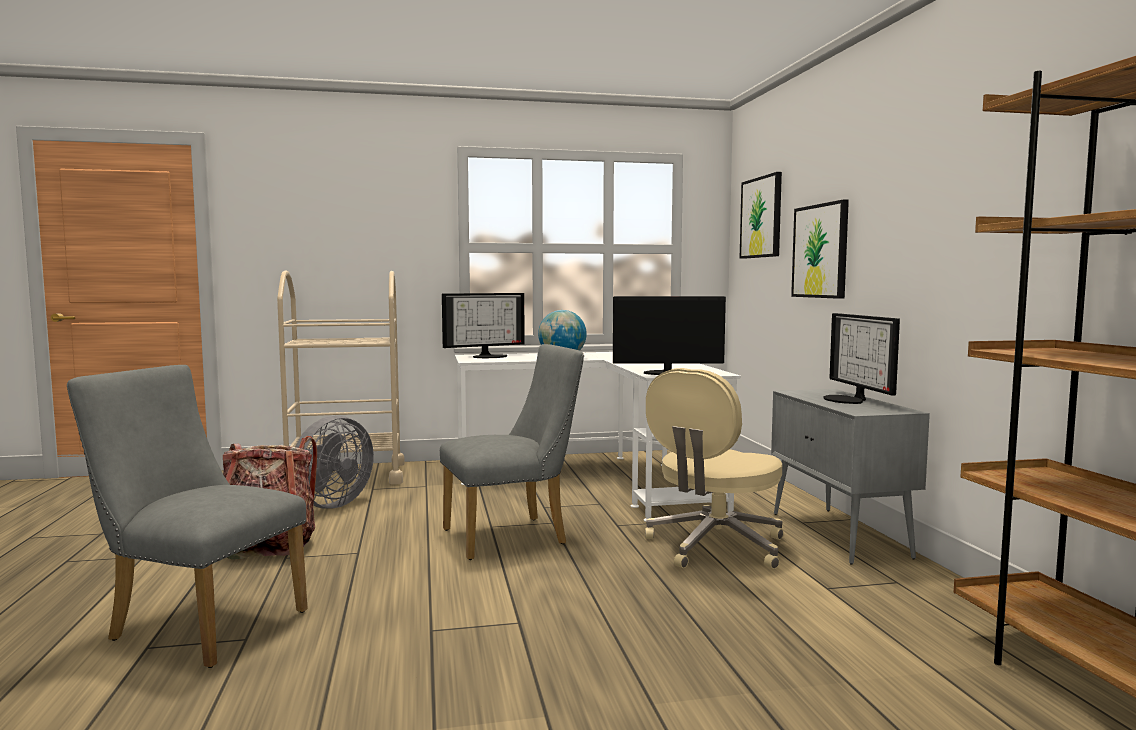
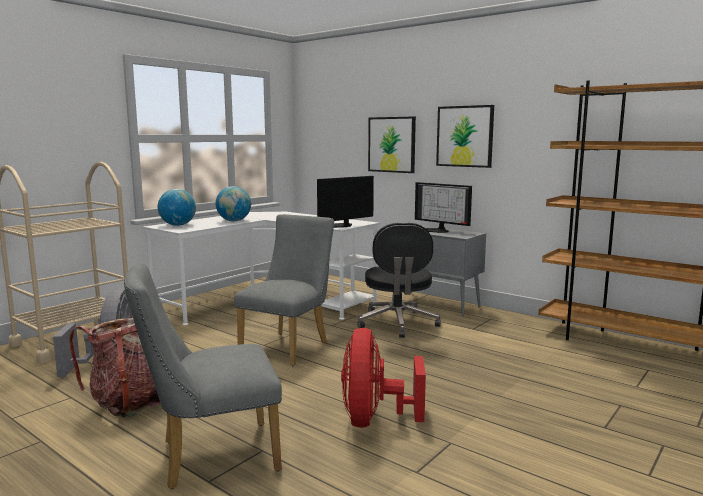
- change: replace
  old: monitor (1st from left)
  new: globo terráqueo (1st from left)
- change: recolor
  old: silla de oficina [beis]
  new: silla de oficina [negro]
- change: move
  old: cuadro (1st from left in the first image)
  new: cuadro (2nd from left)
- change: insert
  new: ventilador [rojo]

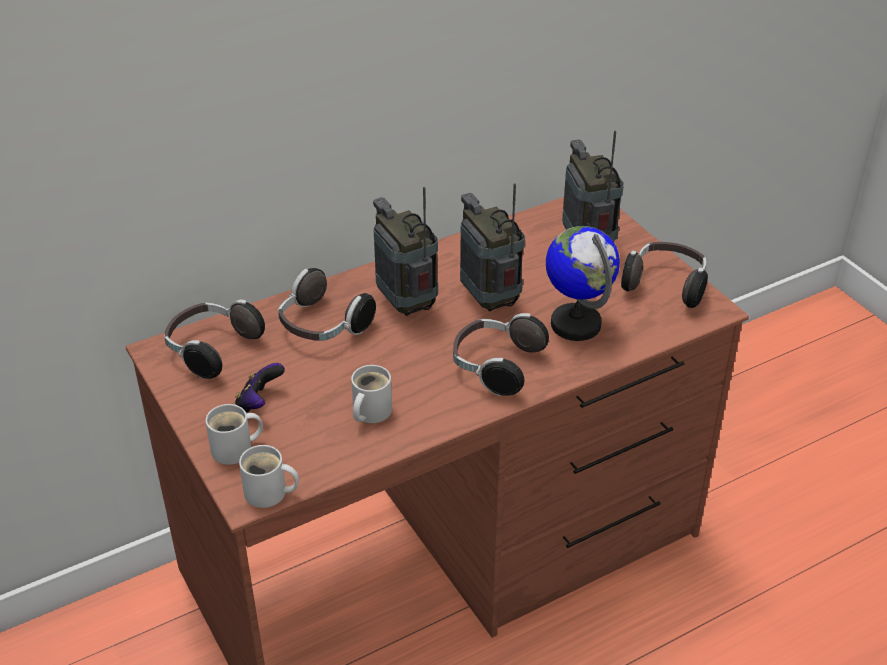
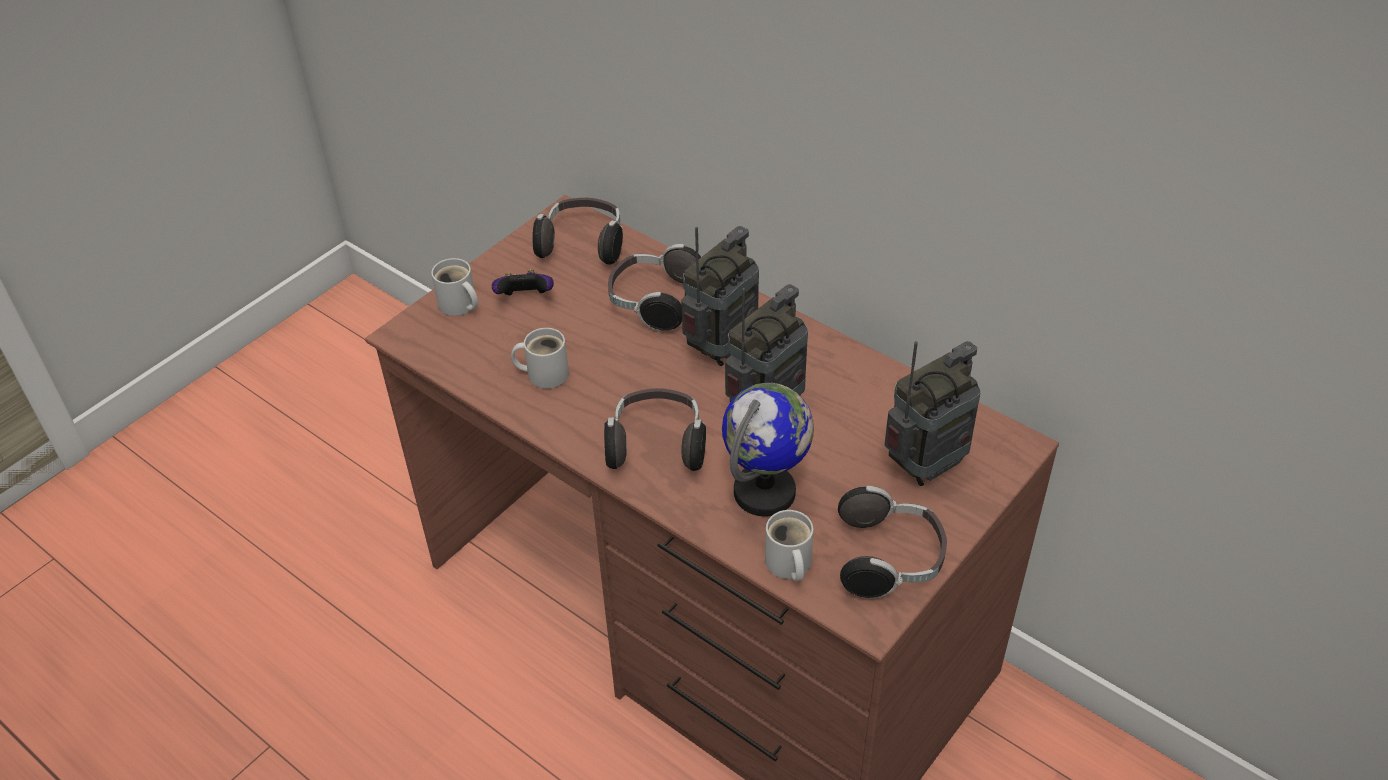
- change: move
  old: taza grande [blanco] (2nd from left in the first image)
  new: taza grande [blanco] (3rd from left)

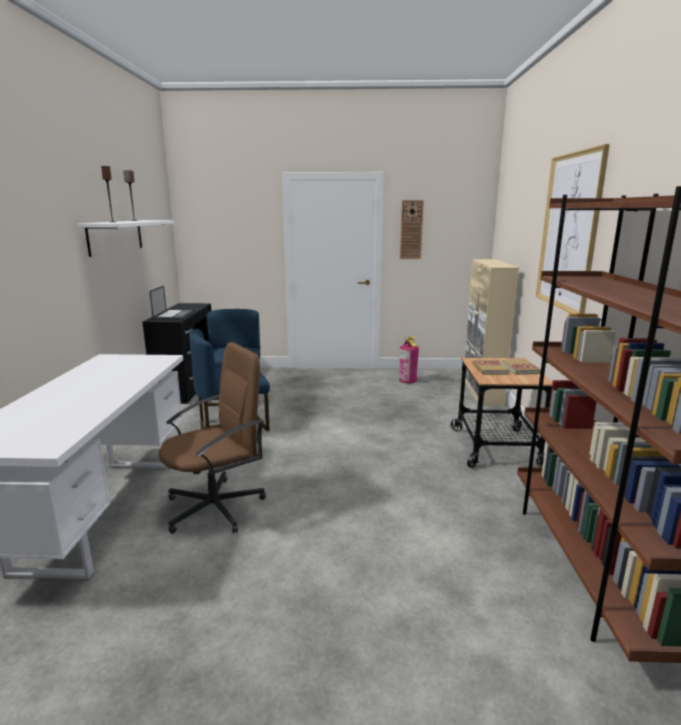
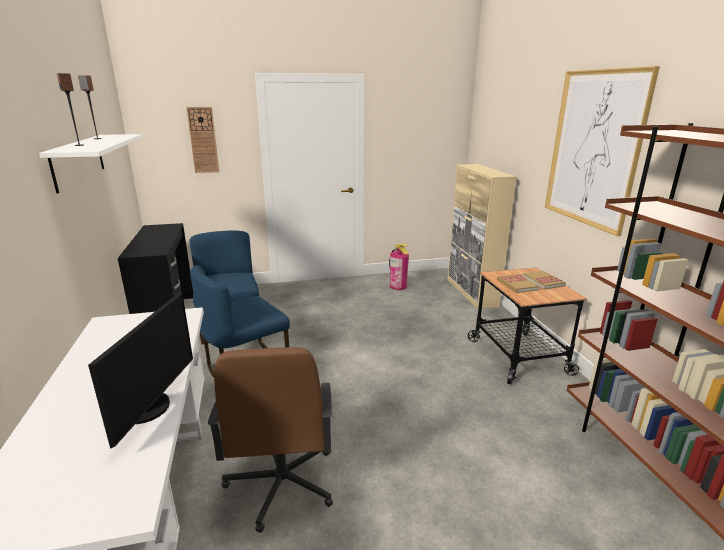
- change: delete
  old: portátil
- change: rotate
  old: silla de oficina [marrón]
  degrees: 135
- change: move
  old: reloj de pared
- change: insert
  new: monitor

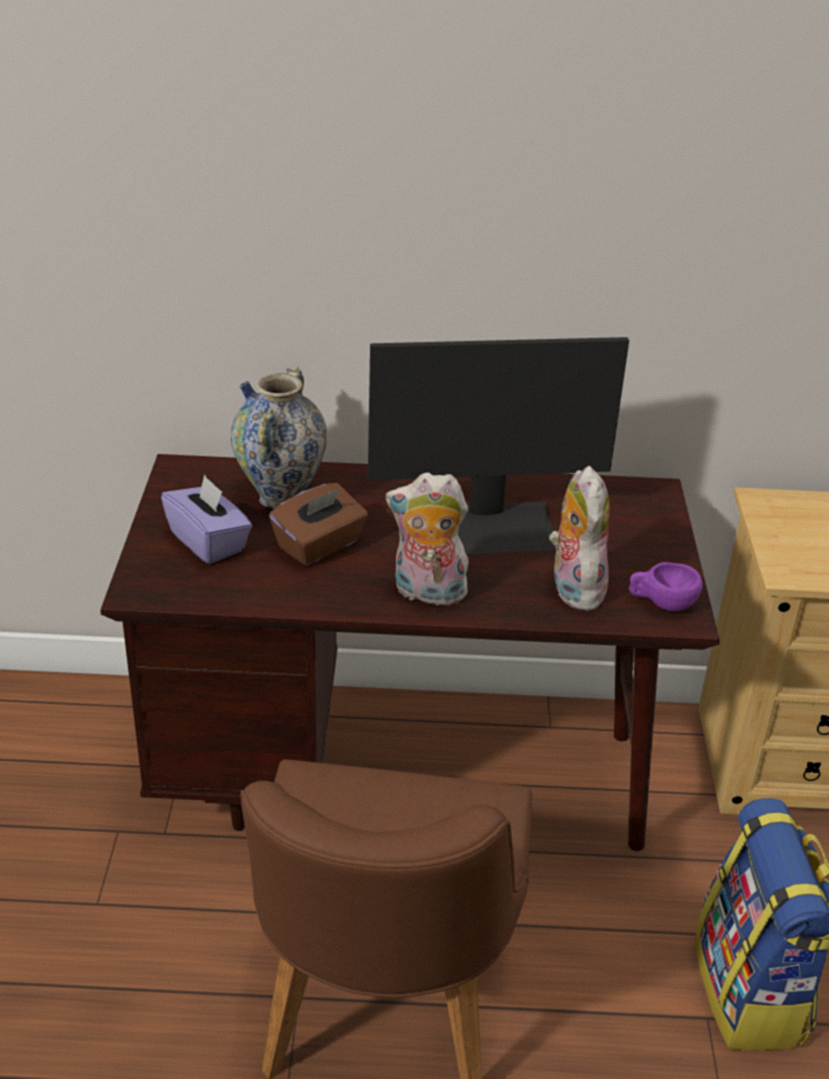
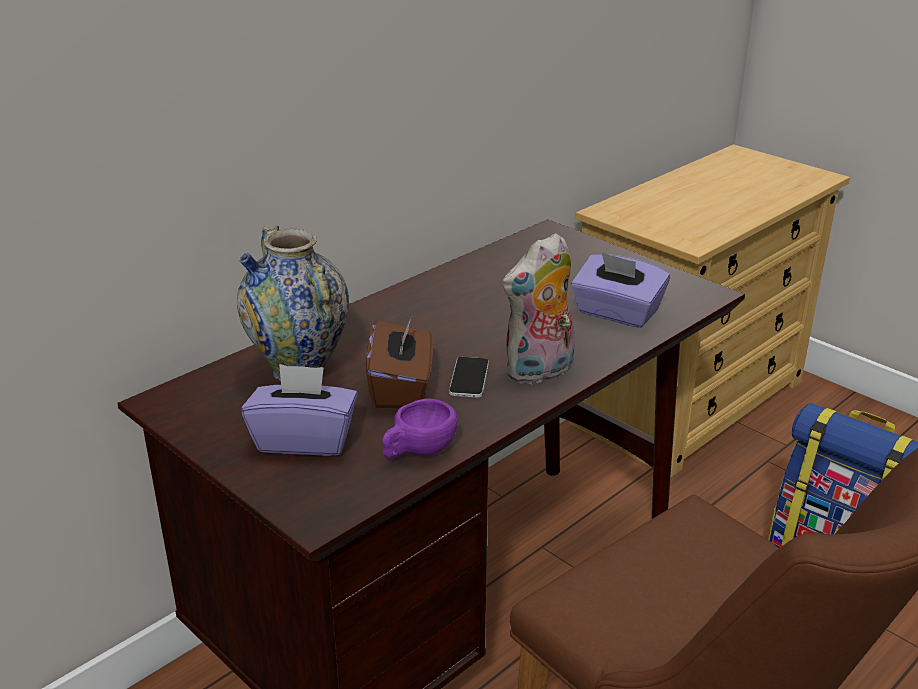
- change: delete
  old: monitor
- change: replace
  old: peluche (2nd from left)
  new: caja de pañuelos [morado] (2nd from left)
- change: move
  old: taza [morado]
- change: insert
  new: móvil

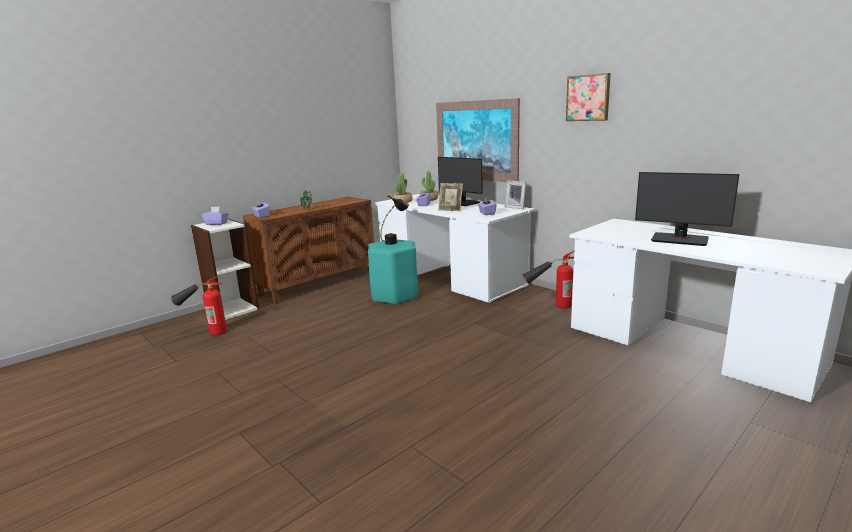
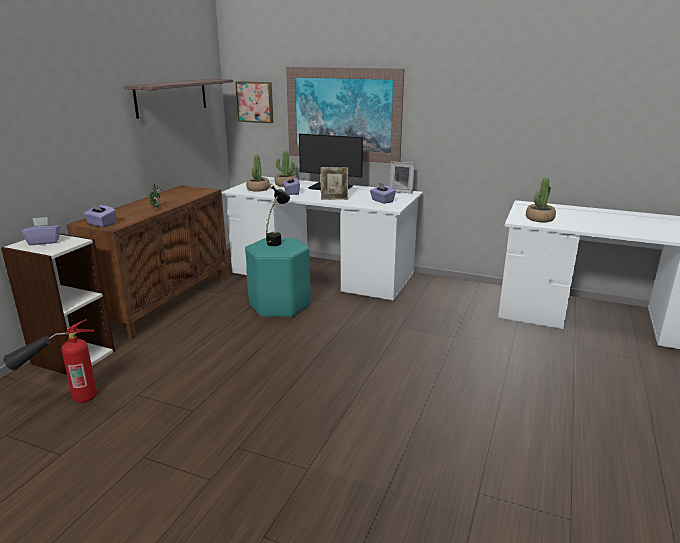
- change: delete
  old: extintor (2nd from left)
- change: move
  old: cuadro (2nd from left in the first image)
  new: cuadro (1st from left)
- change: delete
  old: monitor (2nd from left)
- change: insert
  new: estante
- change: insert
  new: planta en maceta (4th from left)

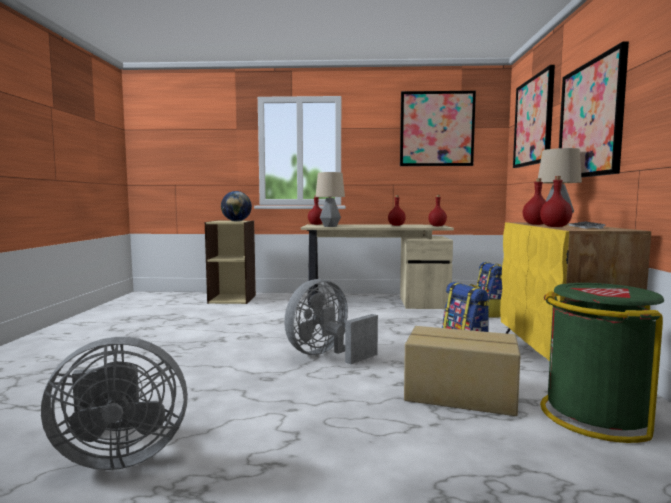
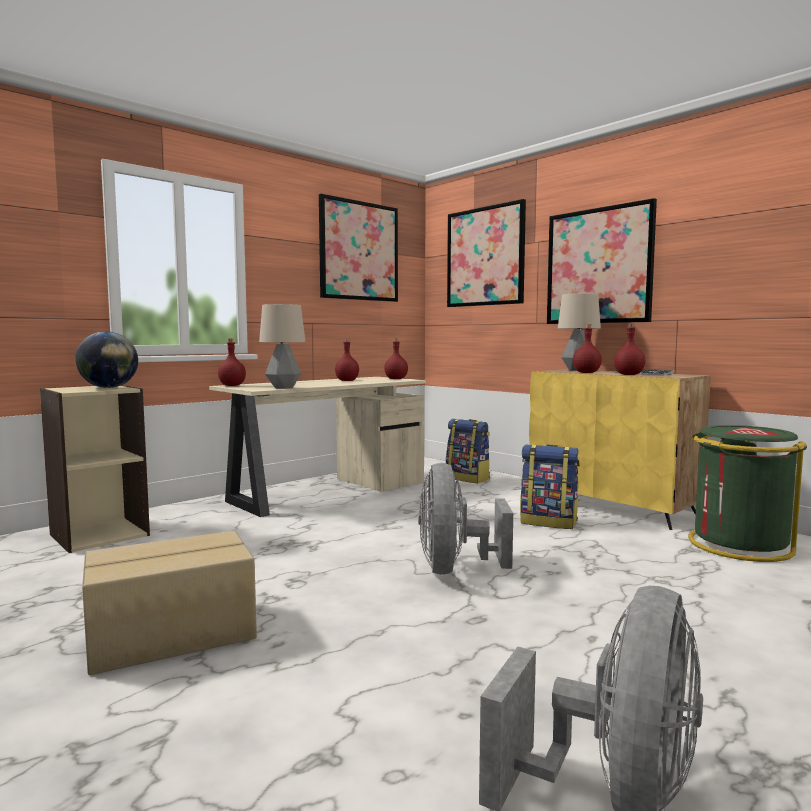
- change: move
  old: caja de cartón

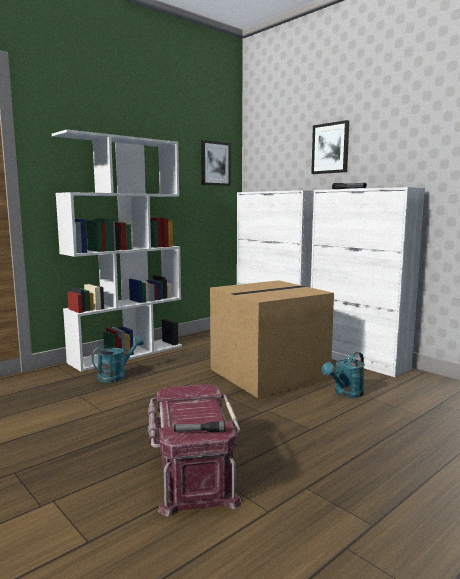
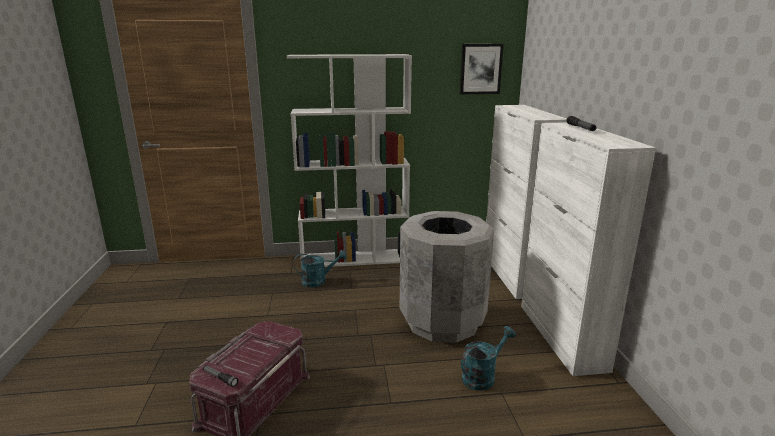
- change: replace
  old: caja de cartón
  new: papelera [gris]
- change: delete
  old: cuadro (2nd from left)
- change: rotate
  old: regadera [turquesa] (2nd from left)
  degrees: 150

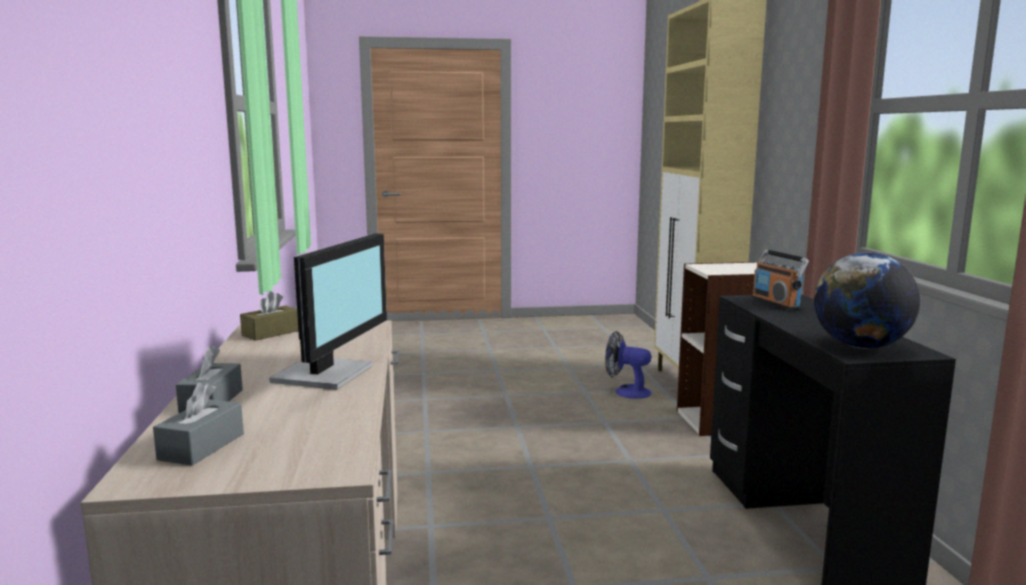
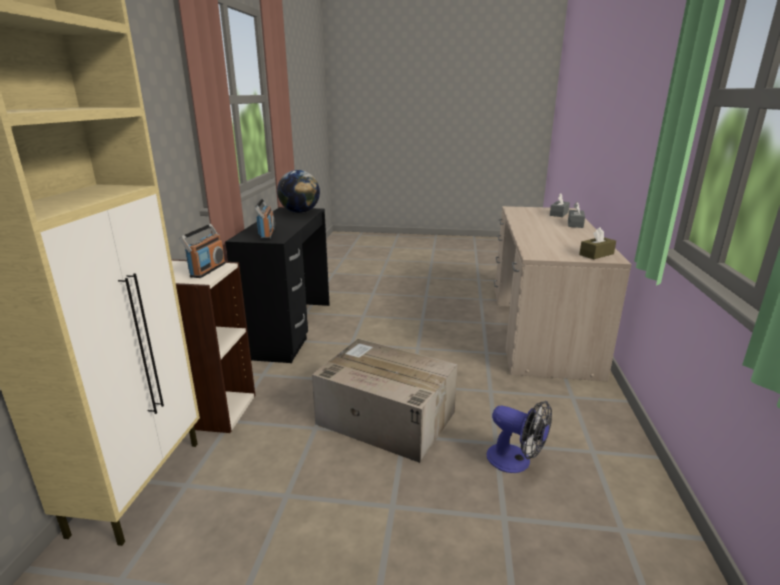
- change: delete
  old: monitor
- change: move
  old: ventilador
- change: insert
  new: radio (1st from left)
- change: insert
  new: caja de cartón

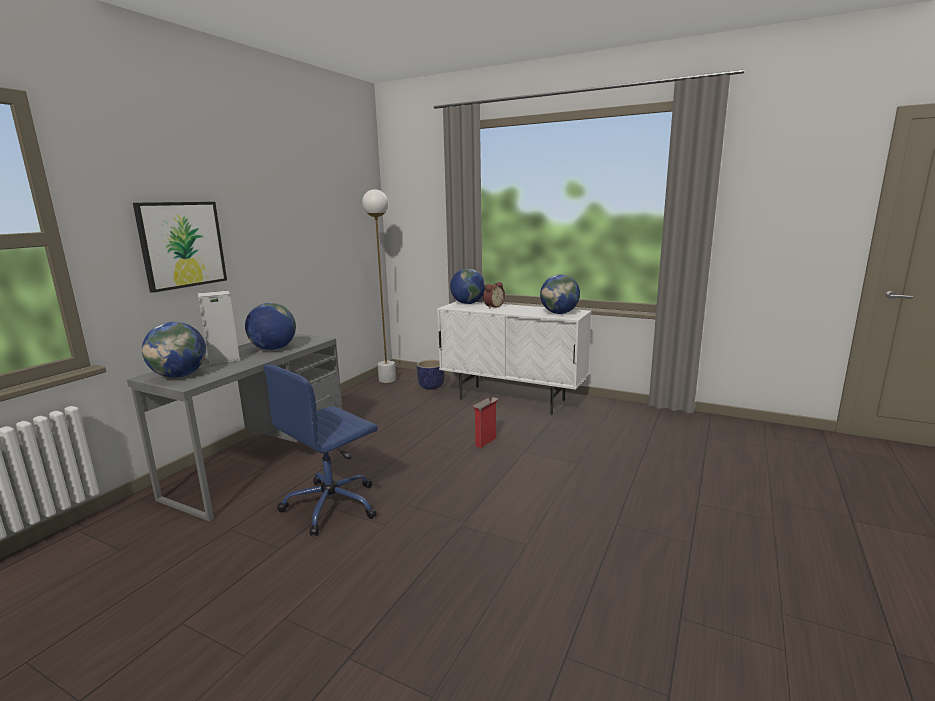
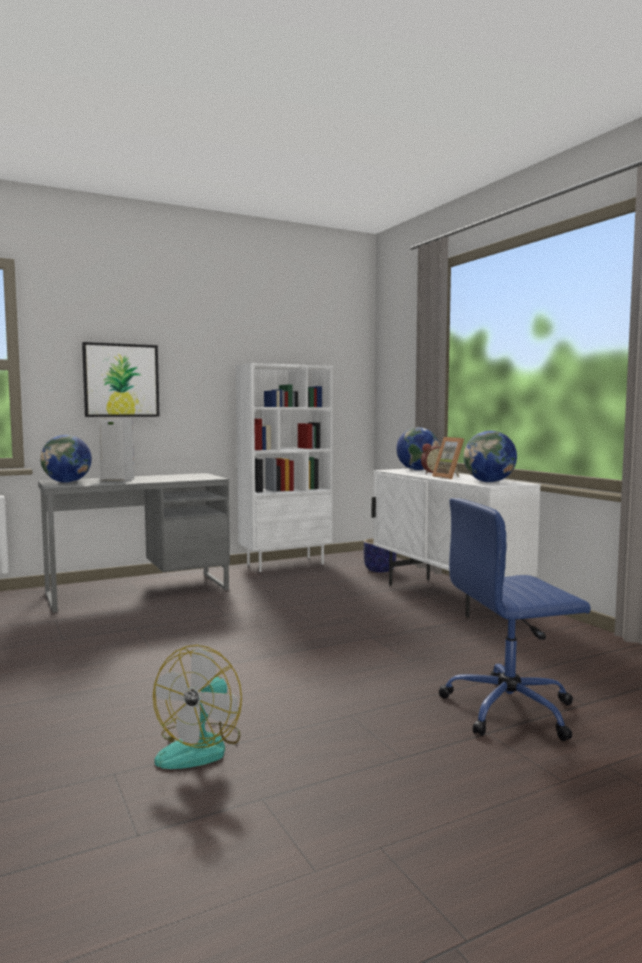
- change: delete
  old: globo terráqueo (2nd from left)
- change: move
  old: silla de oficina [azul]
- change: delete
  old: lámpara de pie [blanco]
- change: delete
  old: caja de cartón
- change: insert
  new: ventilador
- change: insert
  new: estantería [blanco]
- change: insert
  new: portarretratos

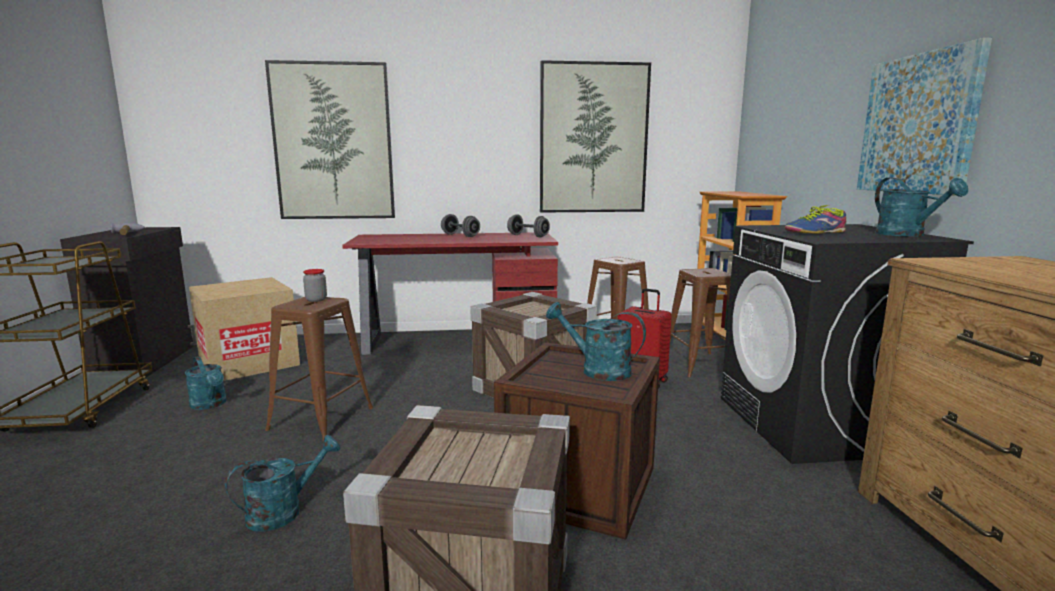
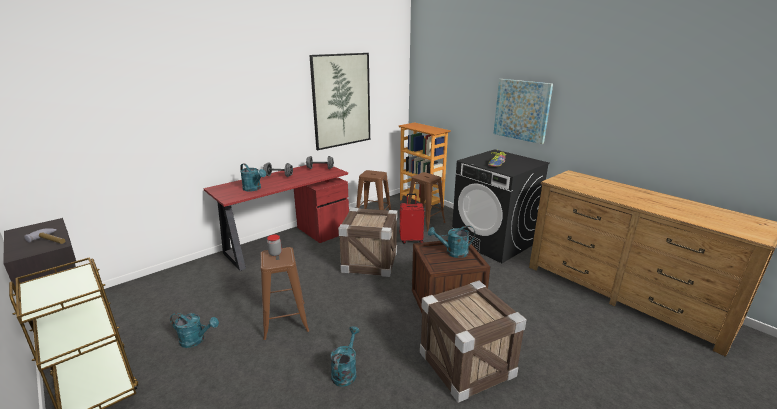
- change: delete
  old: caja de cartón
- change: delete
  old: cuadro (1st from left)
- change: move
  old: regadera [turquesa] (4th from left in the first image)
  new: regadera [turquesa] (2nd from left)

